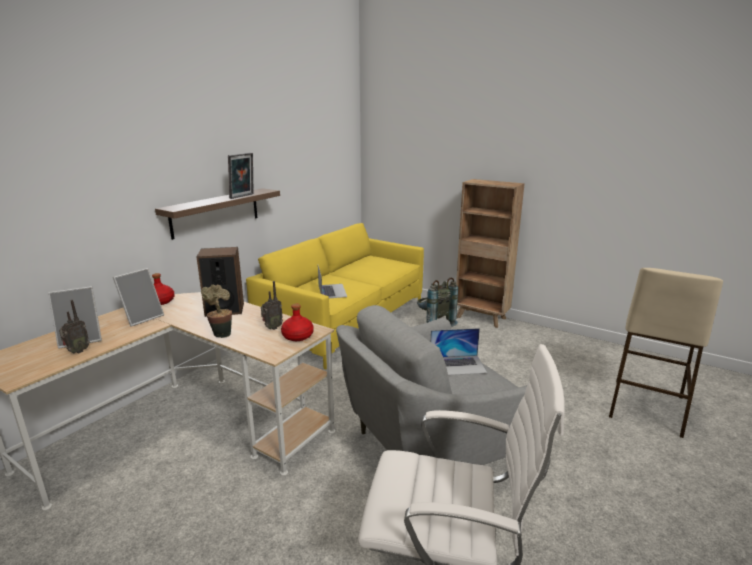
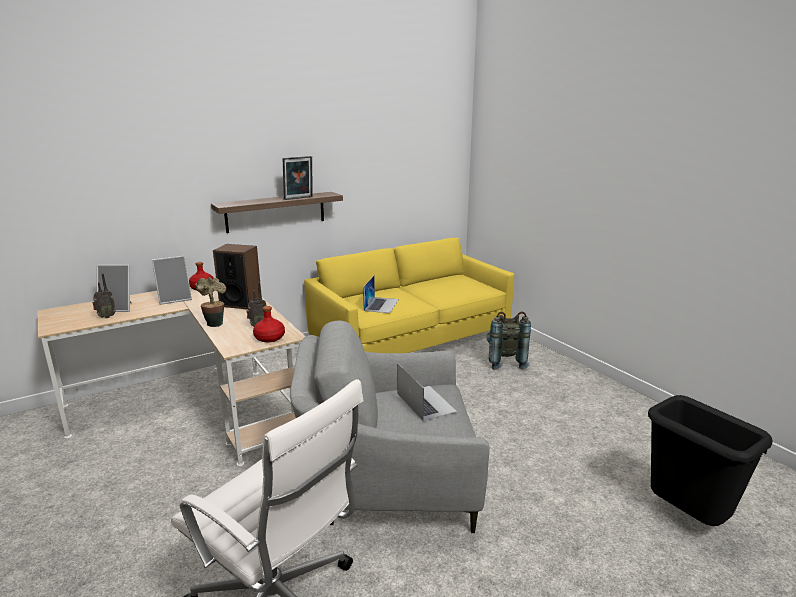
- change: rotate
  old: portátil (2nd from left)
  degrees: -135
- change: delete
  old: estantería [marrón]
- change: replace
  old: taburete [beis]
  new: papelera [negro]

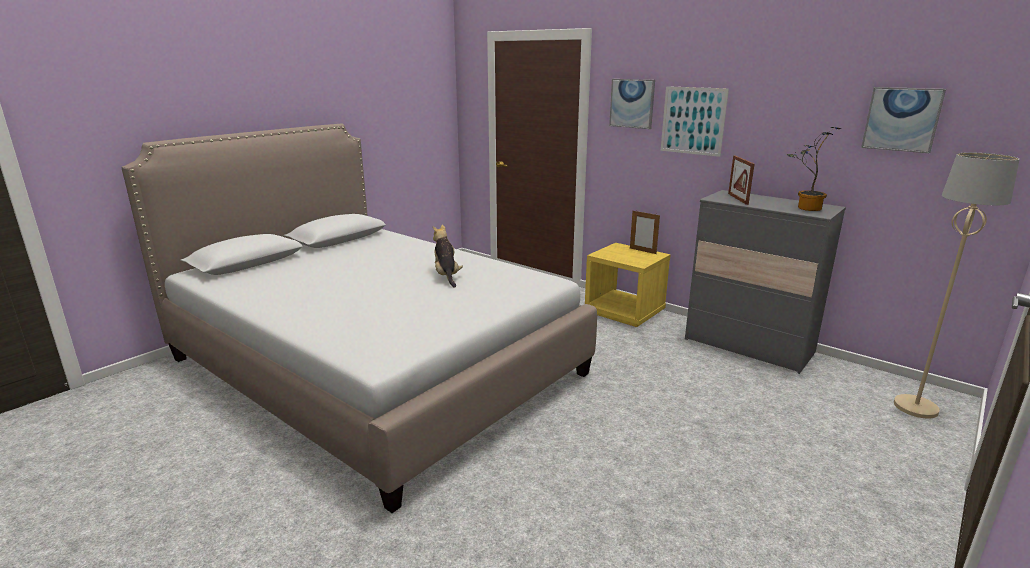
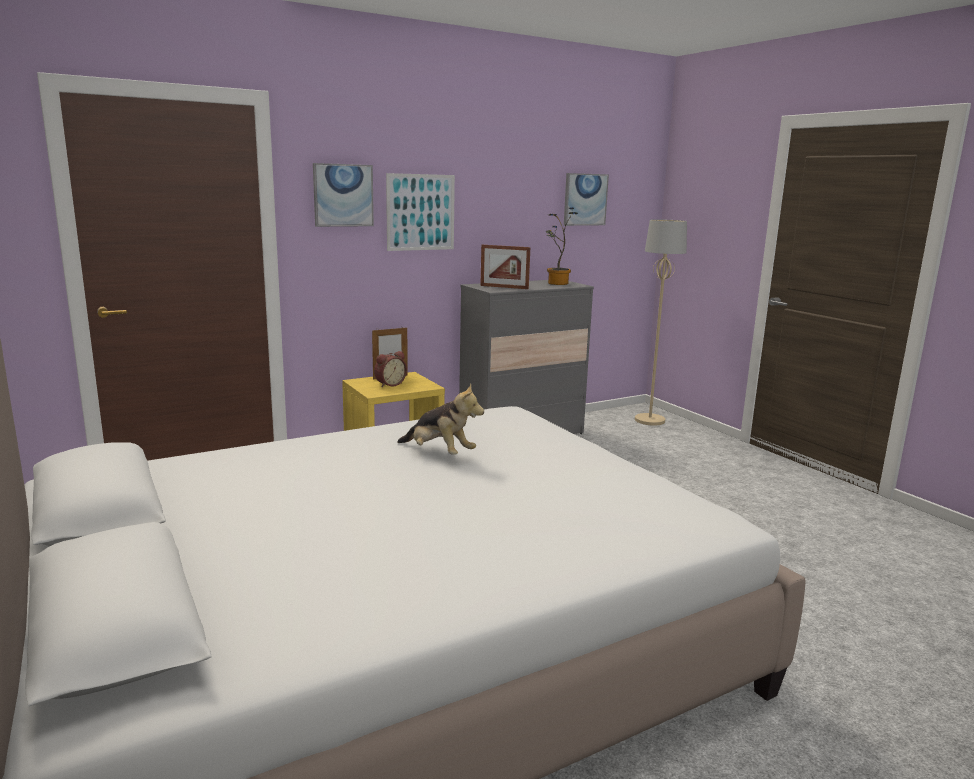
- change: rotate
  old: peluche
  degrees: -150
- change: insert
  new: despertador

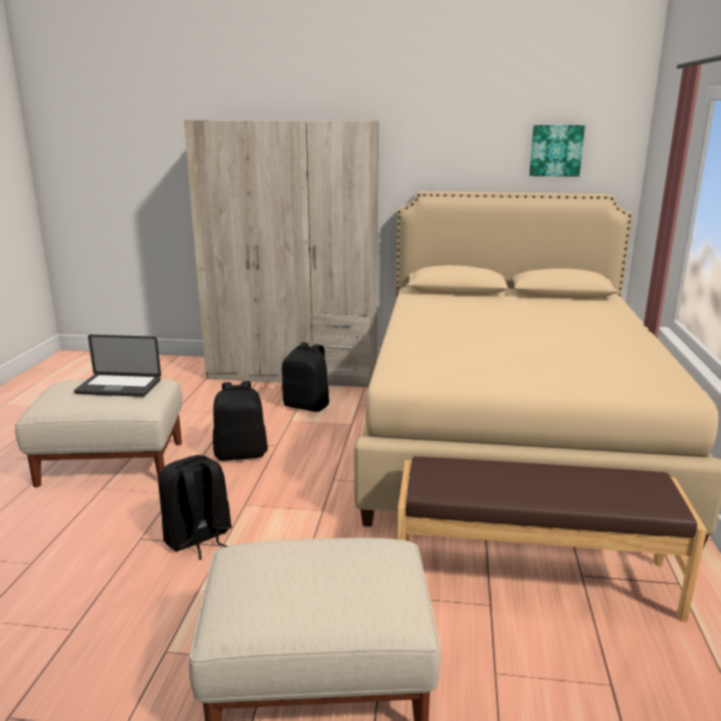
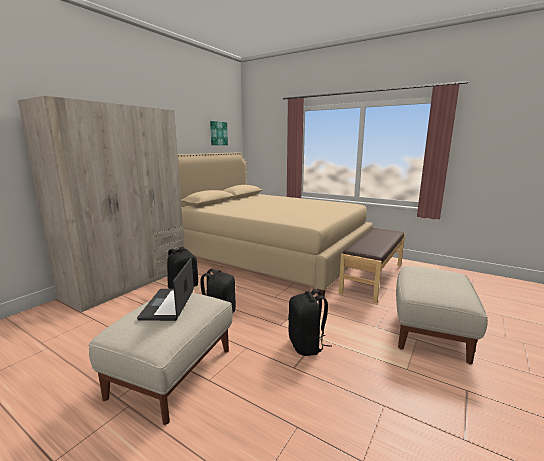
- change: rotate
  old: portátil
  degrees: 150

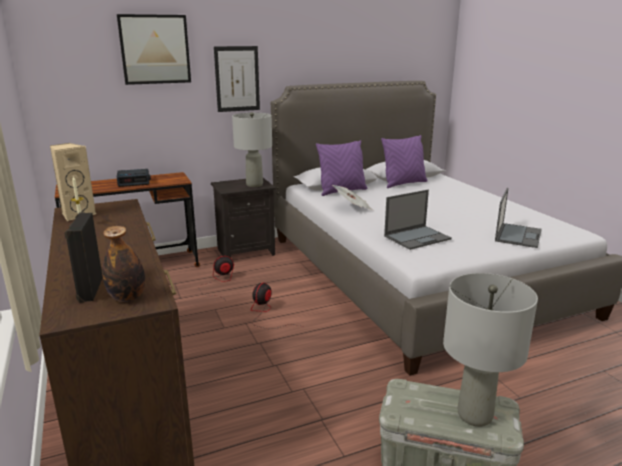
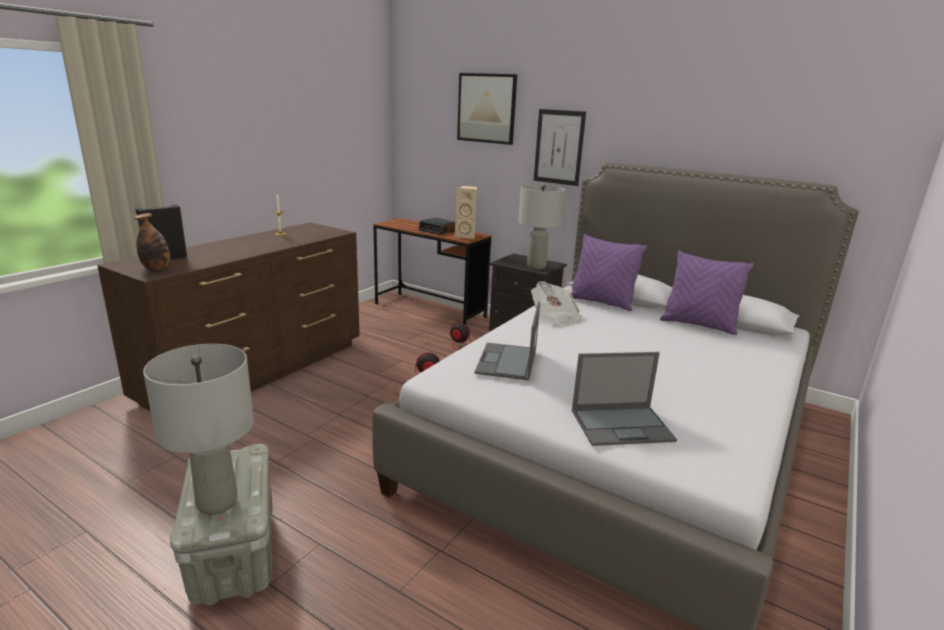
- change: move
  old: altavoz [beis]
- change: rotate
  old: portátil (1st from left)
  degrees: 75

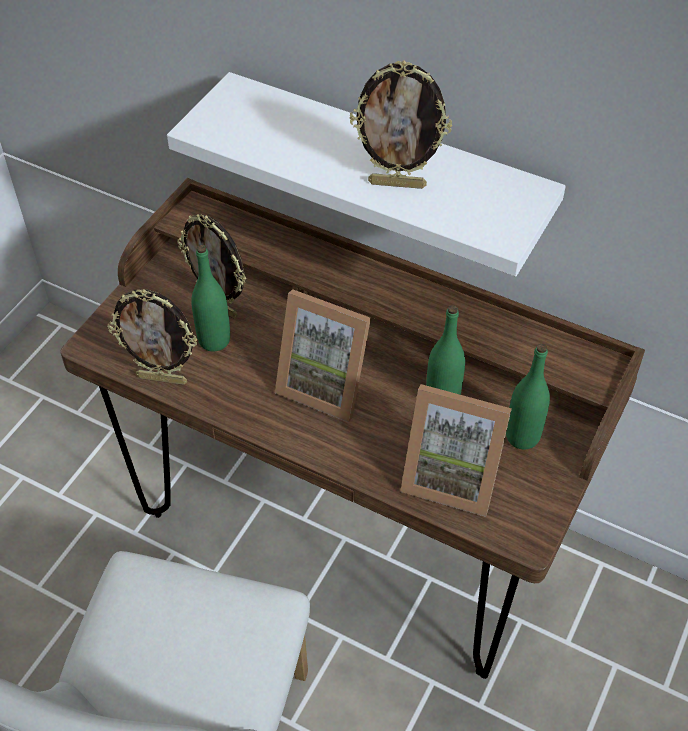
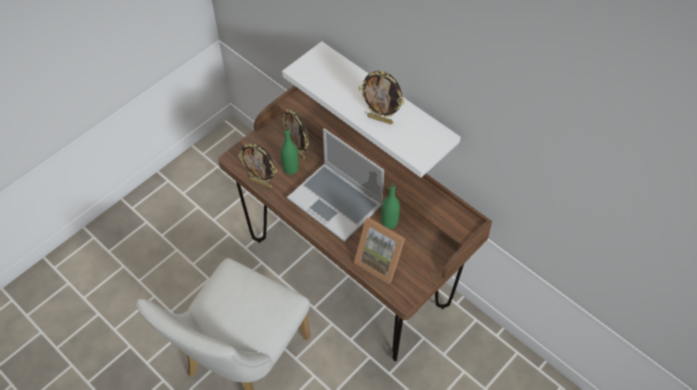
- change: replace
  old: portarretratos (3rd from left)
  new: portátil
- change: delete
  old: botella [verde] (3rd from left)

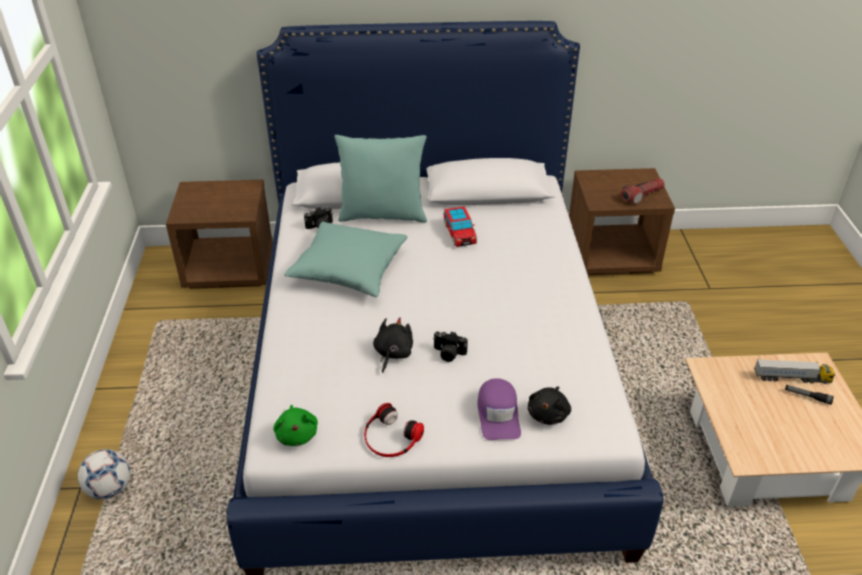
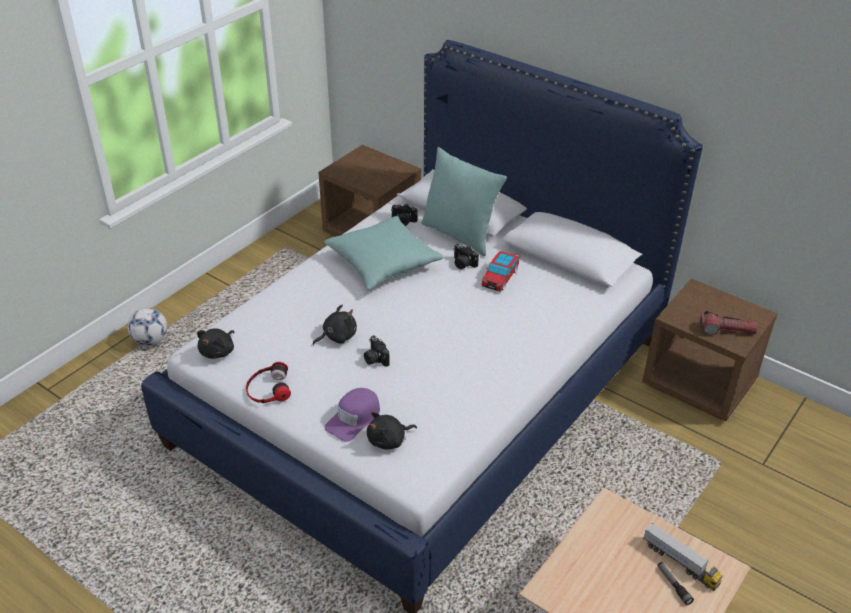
- change: recolor
  old: peluche [verde]
  new: peluche [negro] (1st from left)
- change: insert
  new: cámara (3rd from left)

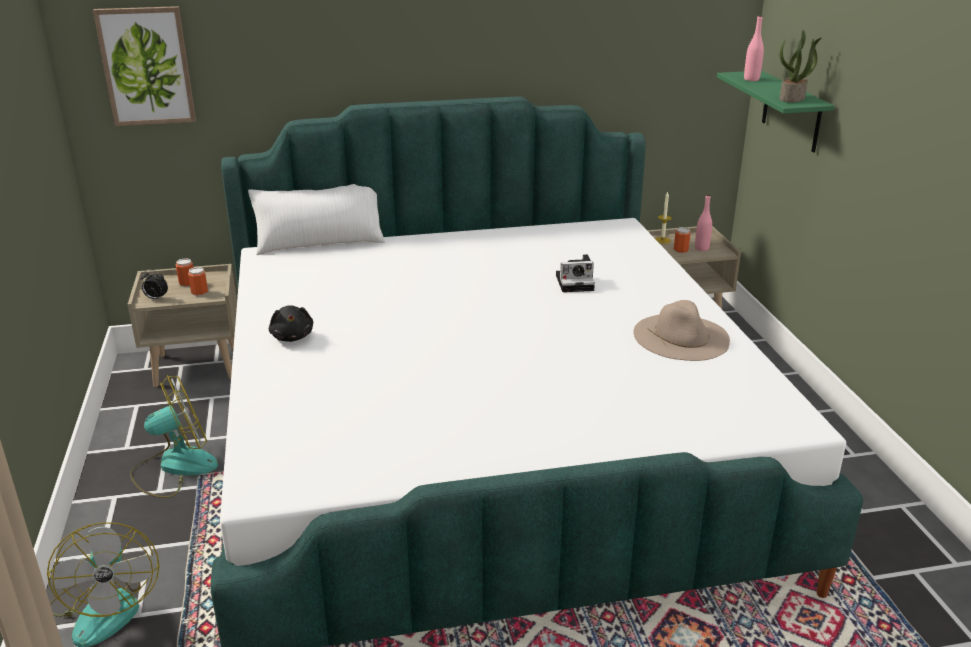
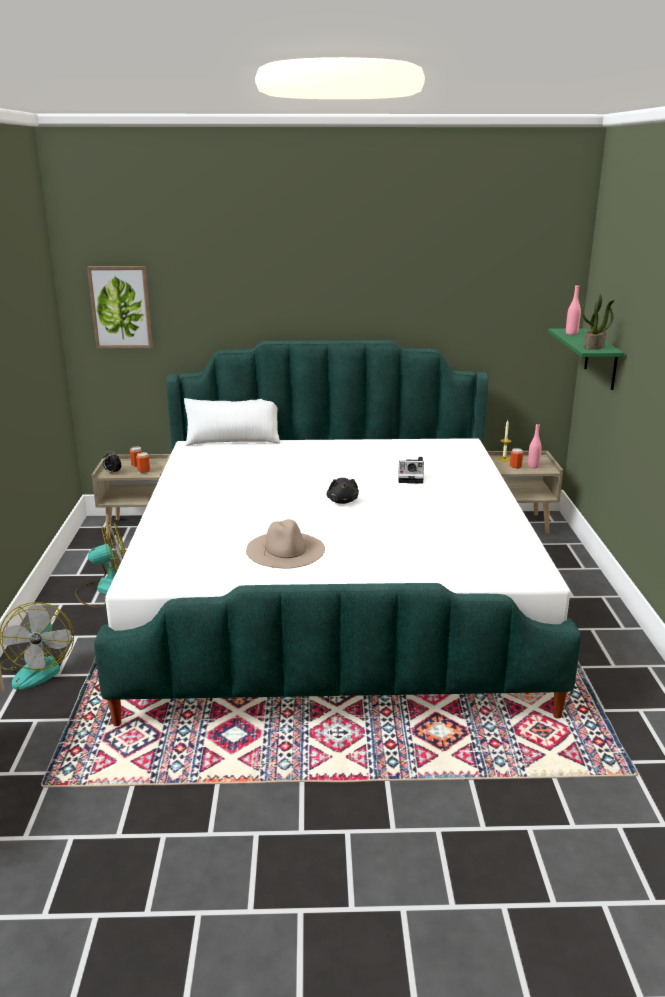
- change: move
  old: peluche [negro]
- change: move
  old: sombrero [beis]

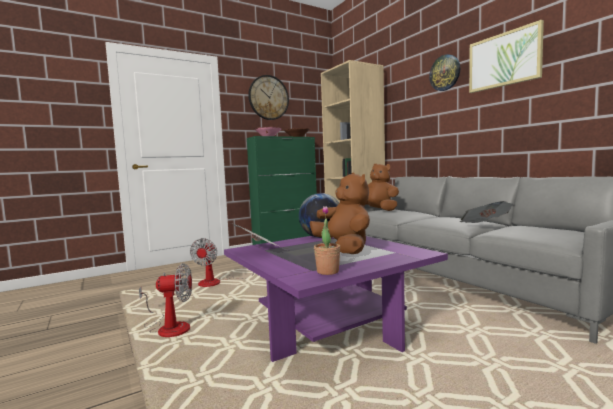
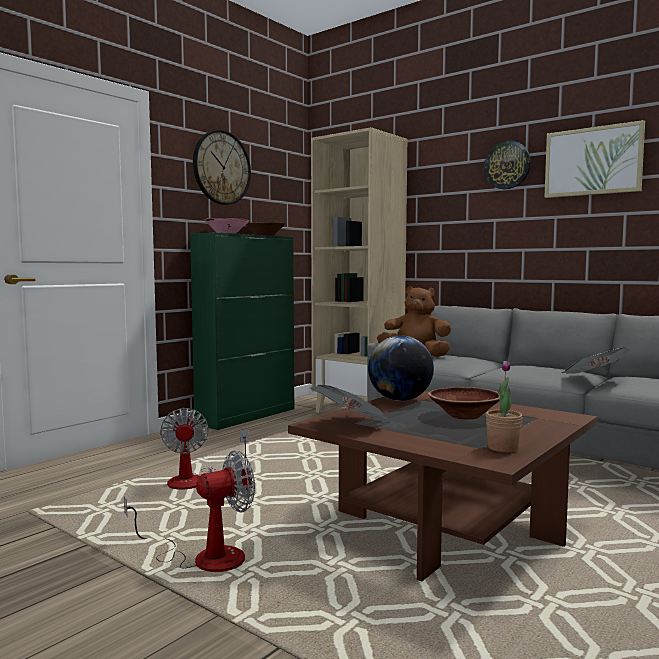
- change: recolor
  old: mesa de centro [morado]
  new: mesa de centro [marrón]
- change: replace
  old: peluche [marrón] (1st from left)
  new: cuenco [marrón] (2nd from left)

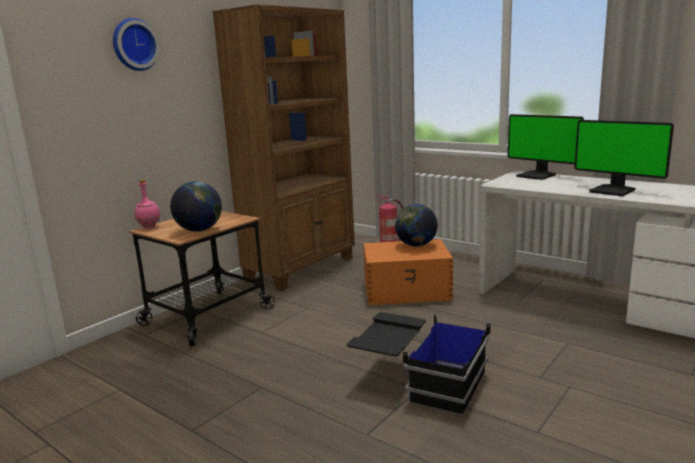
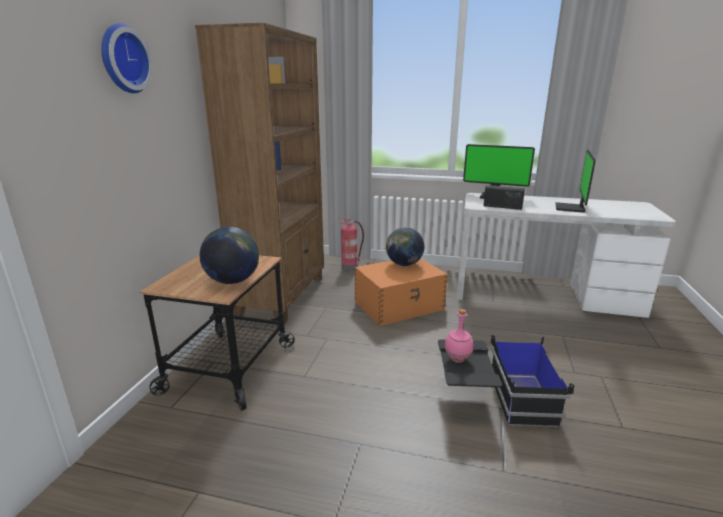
- change: move
  old: botella [rosa]
- change: rotate
  old: monitor (2nd from left)
  degrees: 90
- change: insert
  new: radio

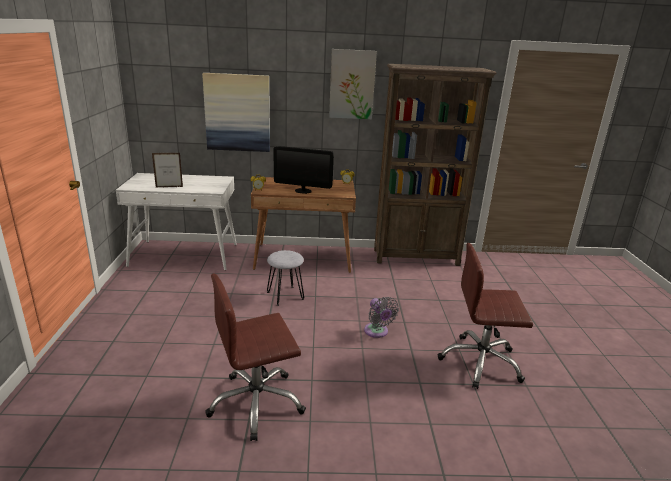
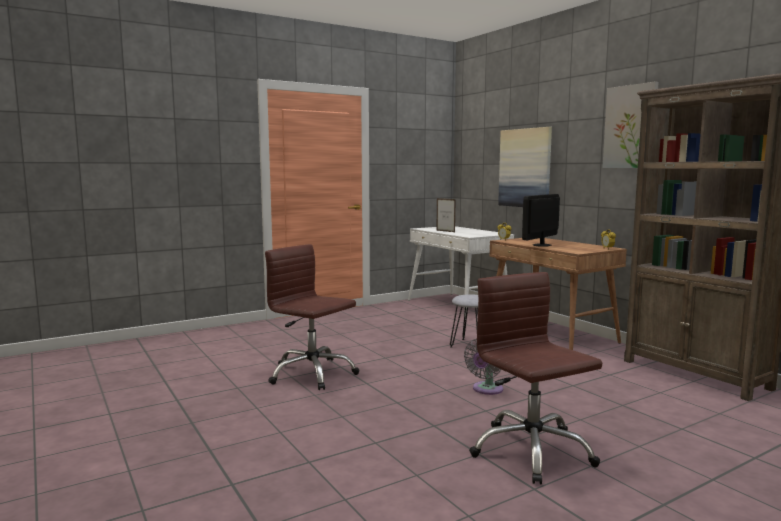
- change: rotate
  old: monitor
  degrees: 60

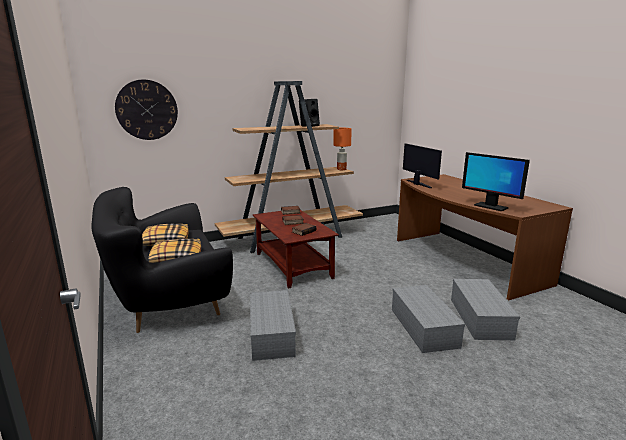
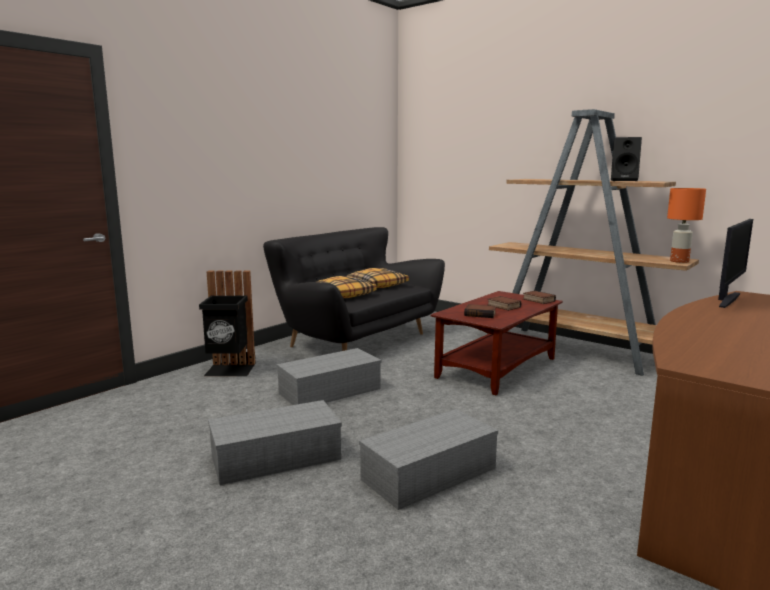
- change: delete
  old: reloj de pared
- change: move
  old: caja de almacenaje [gris] (3rd from left in the first image)
  new: caja de almacenaje [gris] (1st from left)
- change: delete
  old: monitor (2nd from left)
- change: insert
  new: papelera [negro]

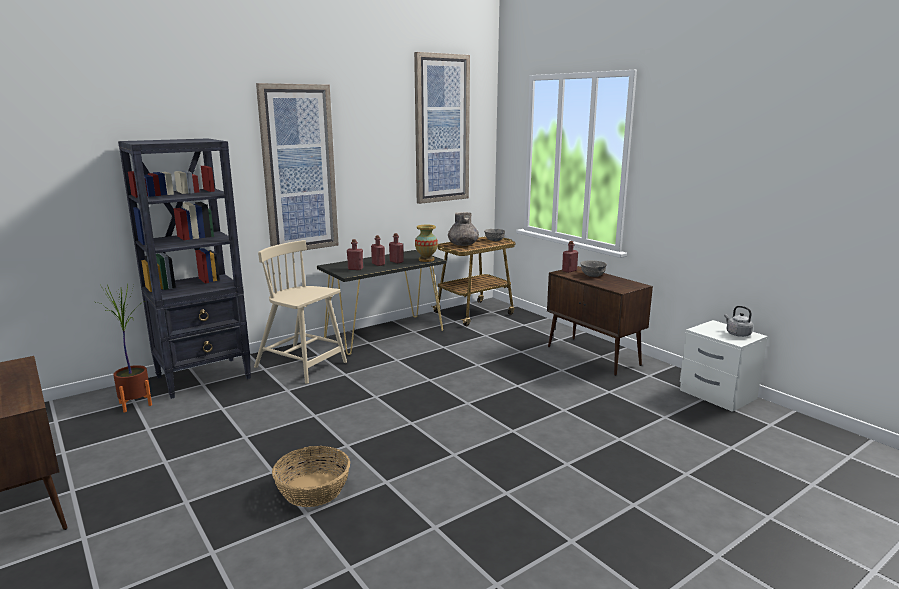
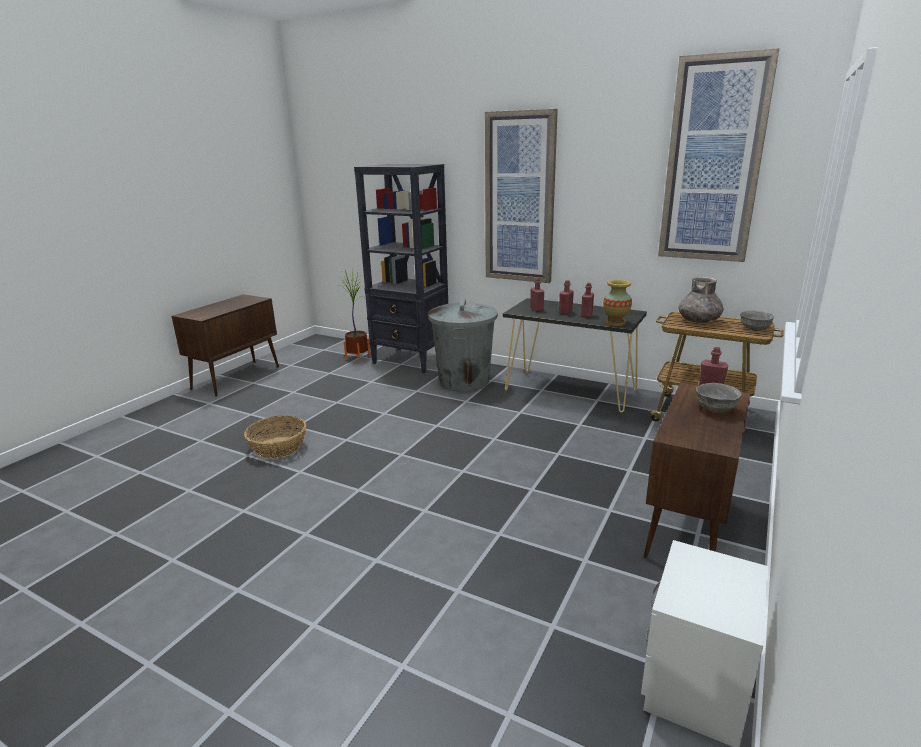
- change: replace
  old: silla [beis]
  new: papelera [gris]
- change: delete
  old: hervidor [gris]

